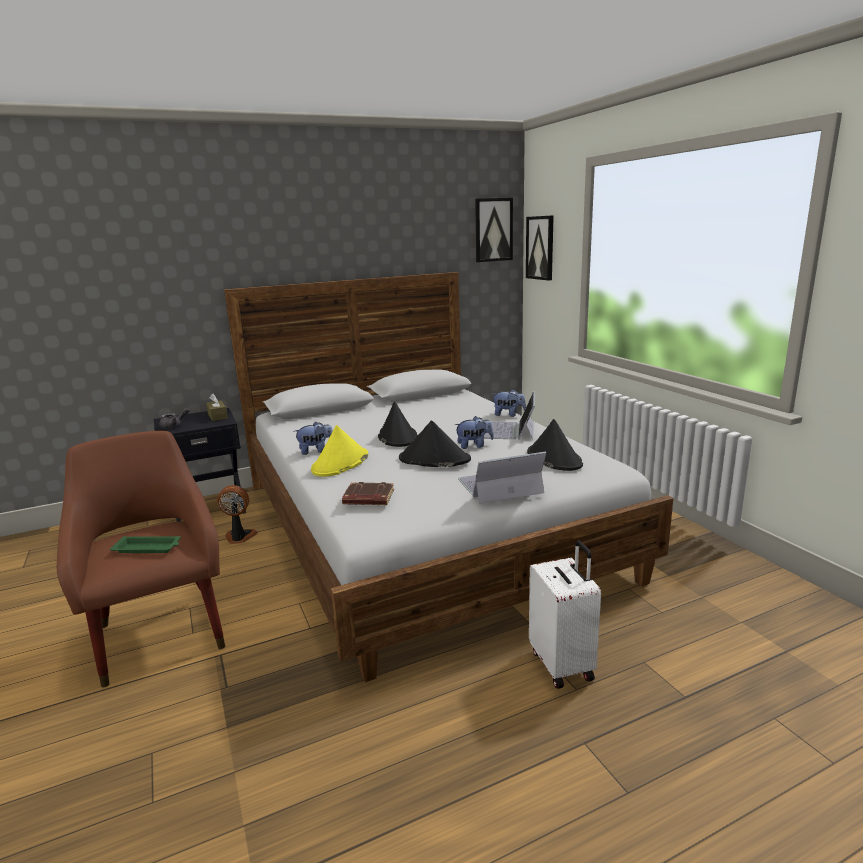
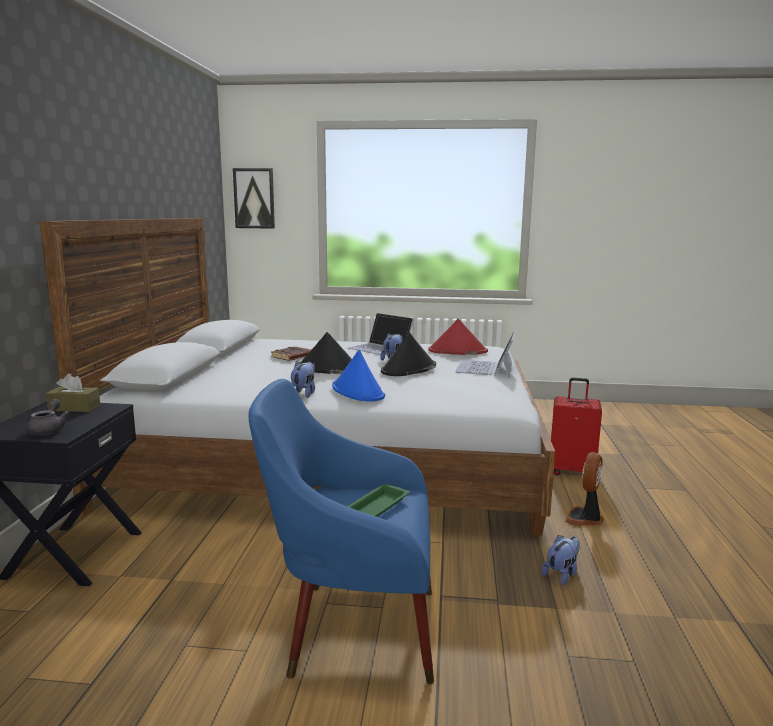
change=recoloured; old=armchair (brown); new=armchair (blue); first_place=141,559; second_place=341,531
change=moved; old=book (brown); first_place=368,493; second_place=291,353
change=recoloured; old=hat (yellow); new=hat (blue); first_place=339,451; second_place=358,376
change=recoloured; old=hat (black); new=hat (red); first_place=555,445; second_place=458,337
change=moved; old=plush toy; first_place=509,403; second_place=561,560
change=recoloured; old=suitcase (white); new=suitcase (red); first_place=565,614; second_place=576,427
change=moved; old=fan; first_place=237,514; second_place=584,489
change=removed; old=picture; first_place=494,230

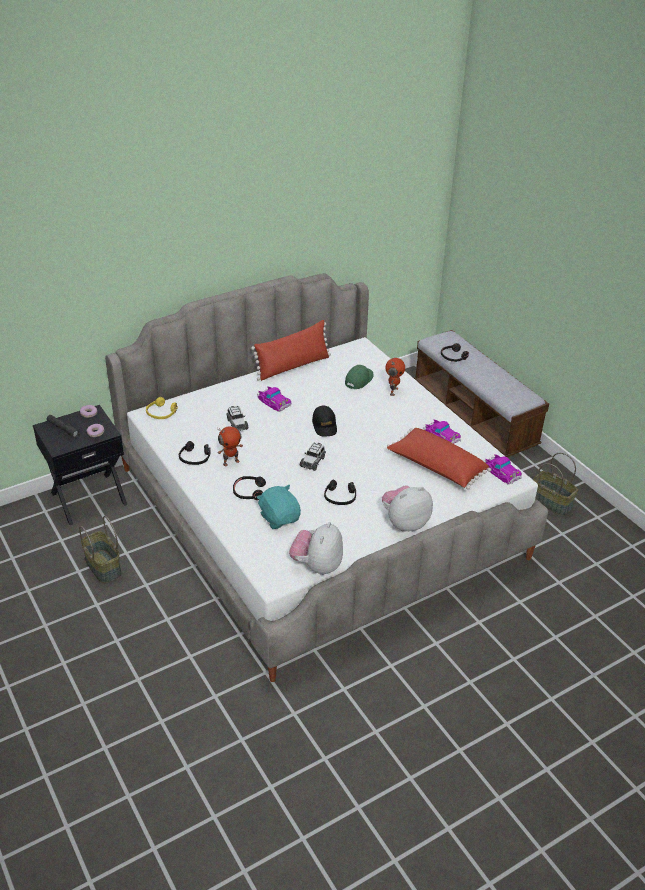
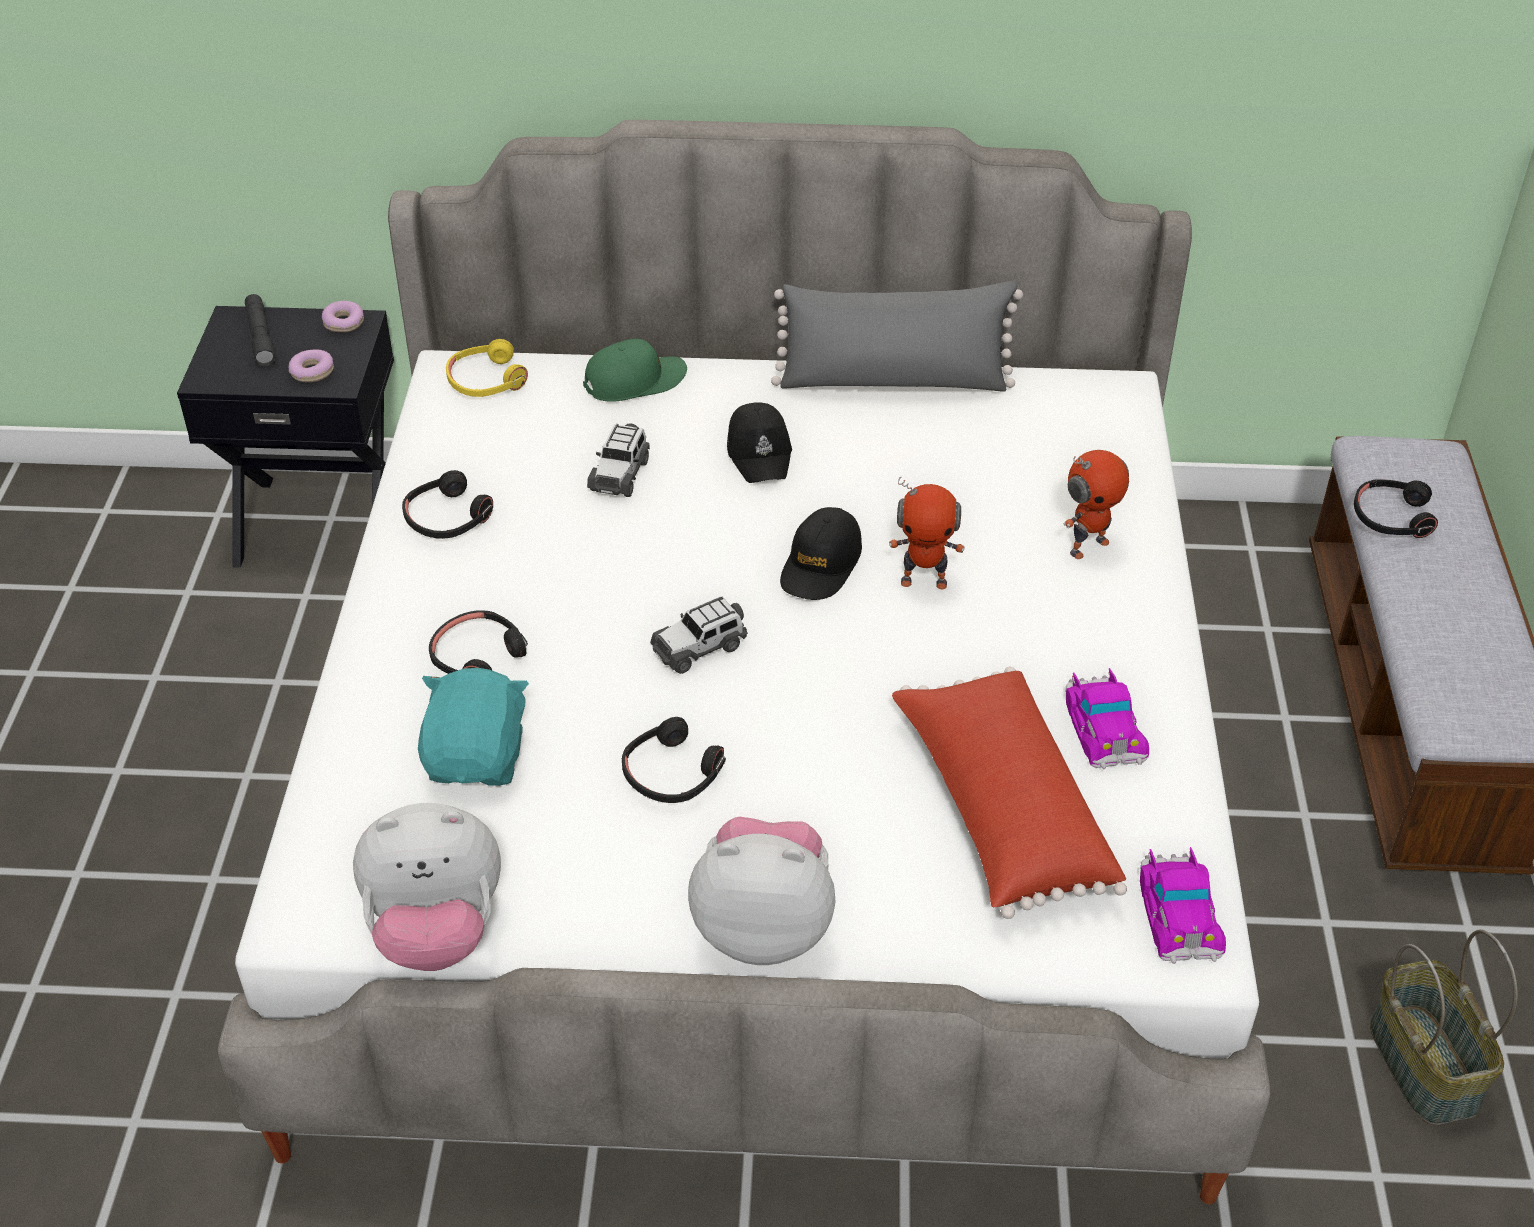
change=turned; old=plush toy; first_place=316,548; second_place=427,887; degrees=-150
change=moved; old=cap (green); first_place=359,377; second_place=635,370
change=replaced; old=toy car; new=cap (black); first_place=274,399; second_place=759,443
change=recoloured; old=pillow (red); new=pillow (grey); first_place=291,350; second_place=897,336
change=moved; old=toy robot; first_place=230,446; second_place=927,533
change=removed; old=basket; first_place=100,549

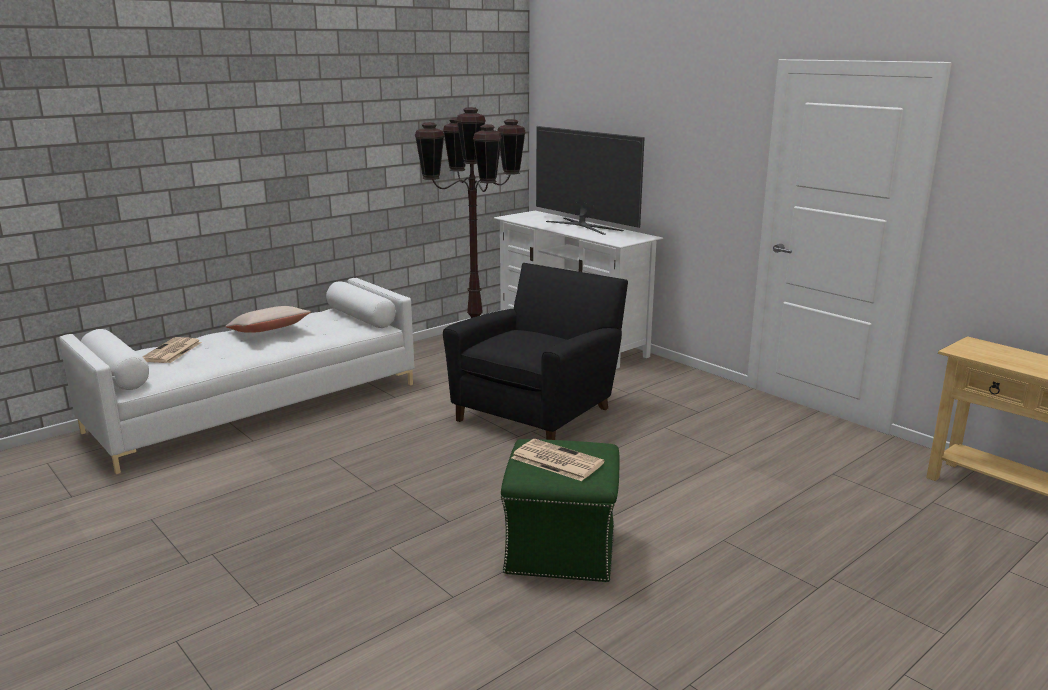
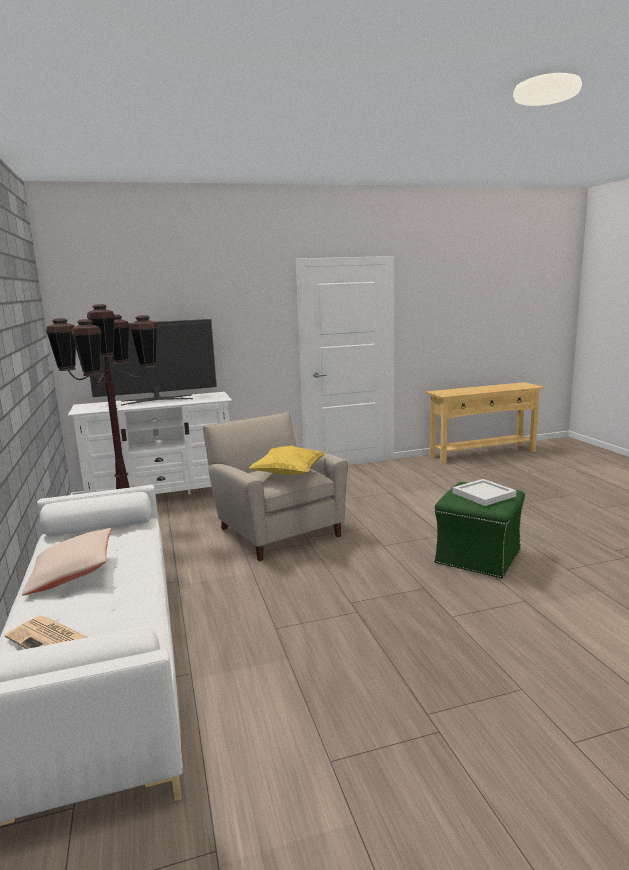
change=recoloured; old=armchair (black); new=armchair (beige); first_place=535,351; second_place=275,486
change=added; new=pillow (yellow); second_place=287,460
change=replaced; old=newspaper; new=tray (white); first_place=558,460; second_place=484,492

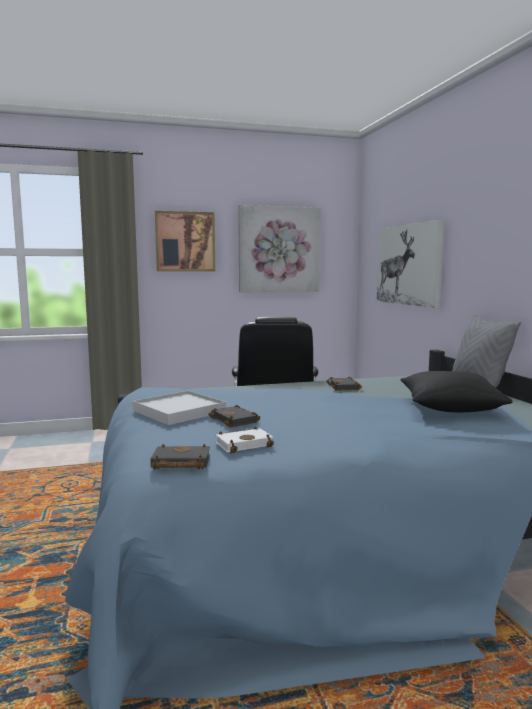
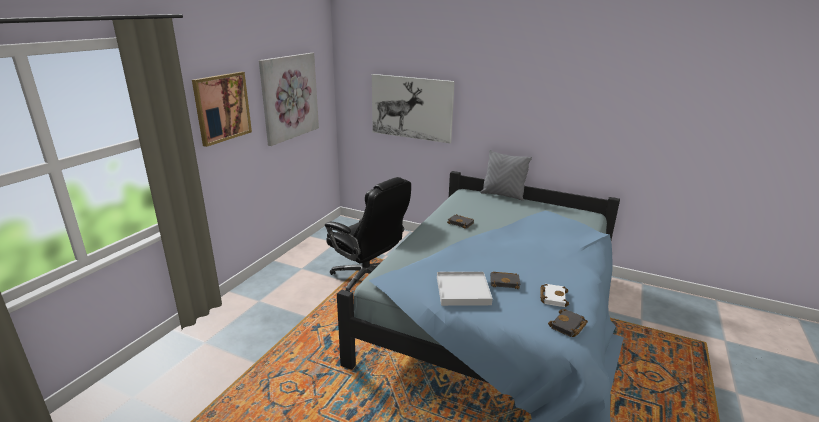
change=removed; old=pillow (black); first_place=456,391

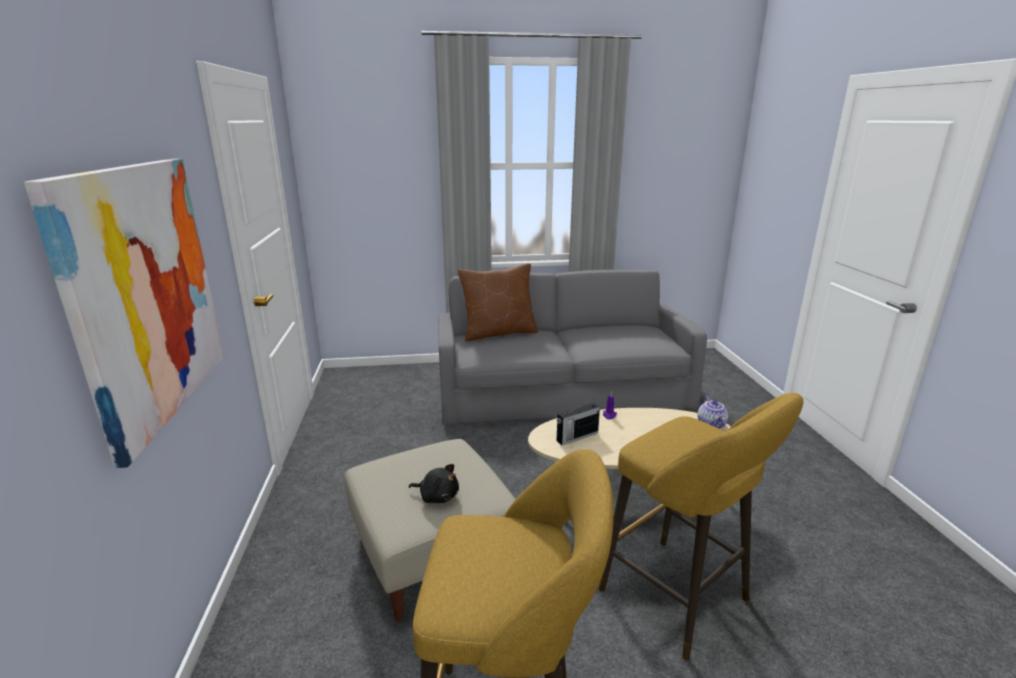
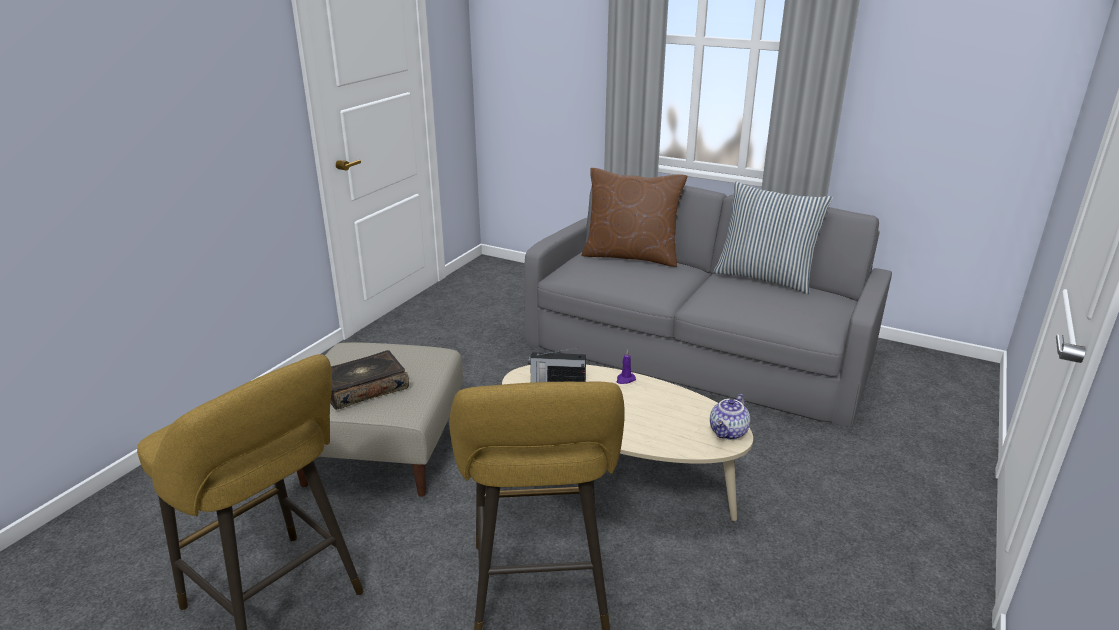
change=replaced; old=plush toy (black); new=book; first_place=434,483; second_place=369,380
change=added; new=pillow; second_place=773,238
change=removed; old=picture; first_place=124,313

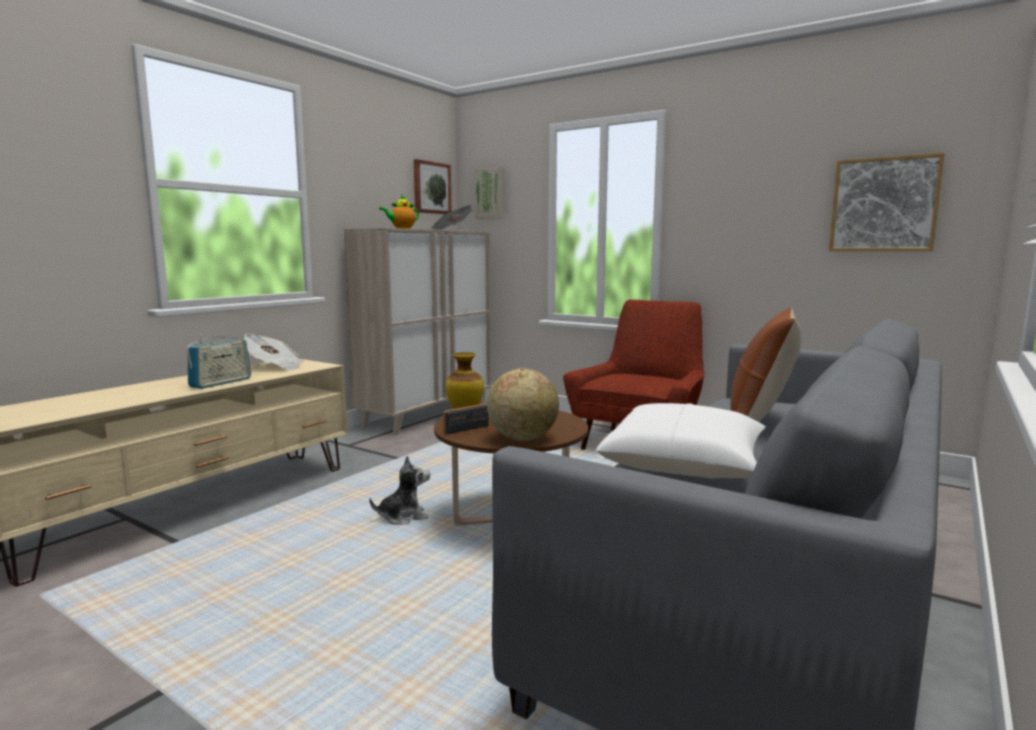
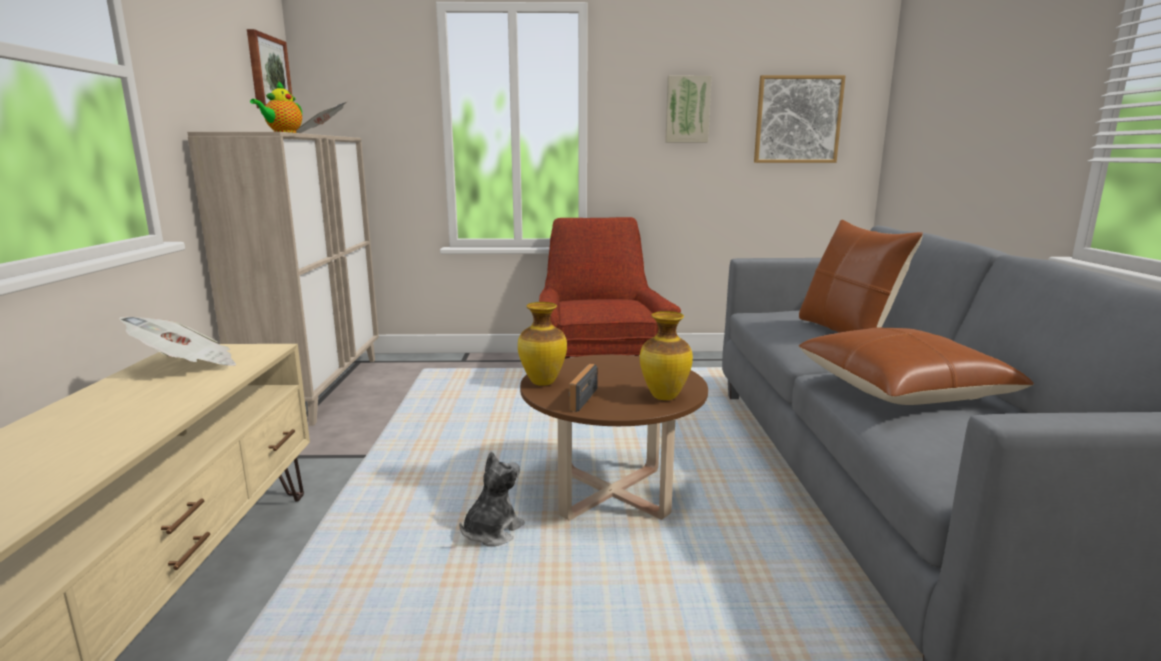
change=replaced; old=globe; new=vase; first_place=523,404; second_place=666,355
change=moved; old=picture; first_place=489,193; second_place=688,109
change=recoloured; old=pillow (white); new=pillow (brown); first_place=681,441; second_place=916,366
change=removed; old=radio; first_place=219,362

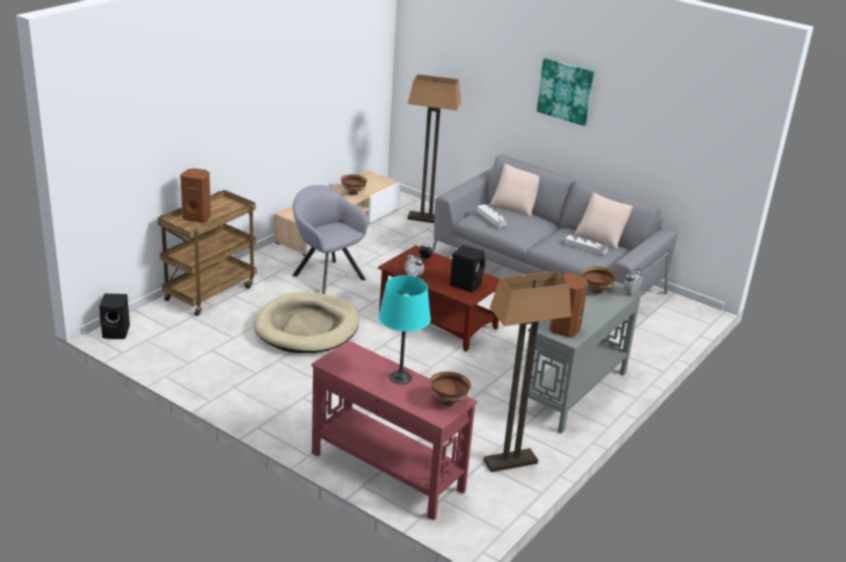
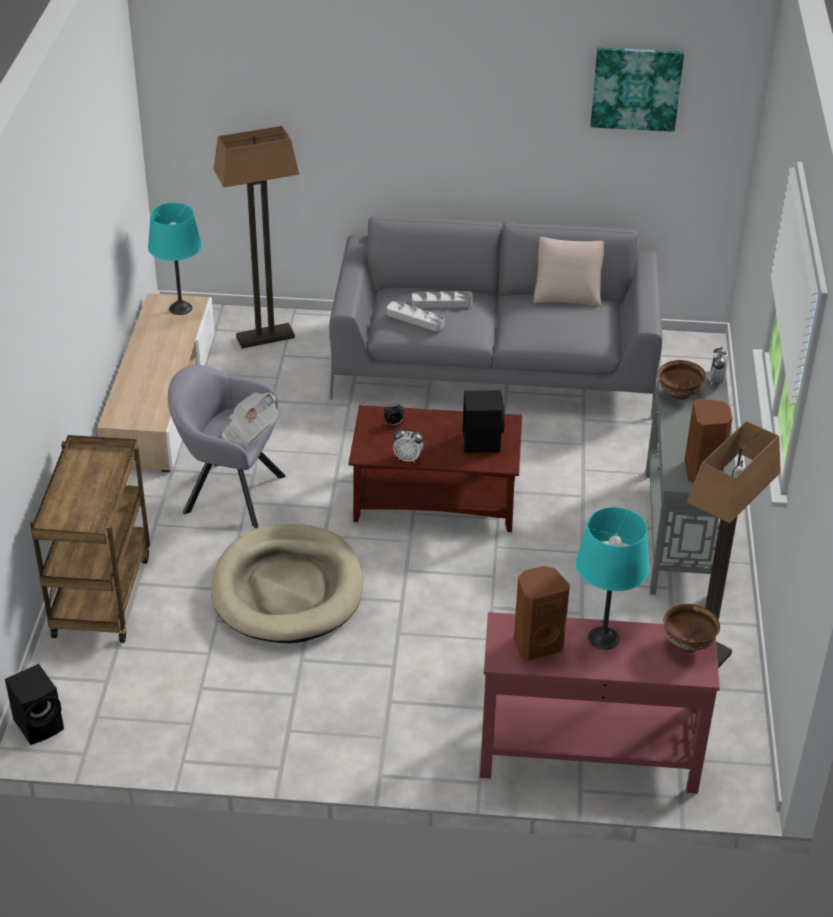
change=added; new=table lamp (turquoise); second_place=175,259
change=added; new=newspaper; second_place=250,419
change=moved; old=tray (grey); first_place=586,245; second_place=442,299
change=moved; old=speaker (brown); first_place=195,195; second_place=542,613
change=moved; old=picture; first_place=565,92; second_place=637,89
change=removed; old=bowl (brown); first_place=354,184
change=removed; old=pillow (beige); first_place=514,190

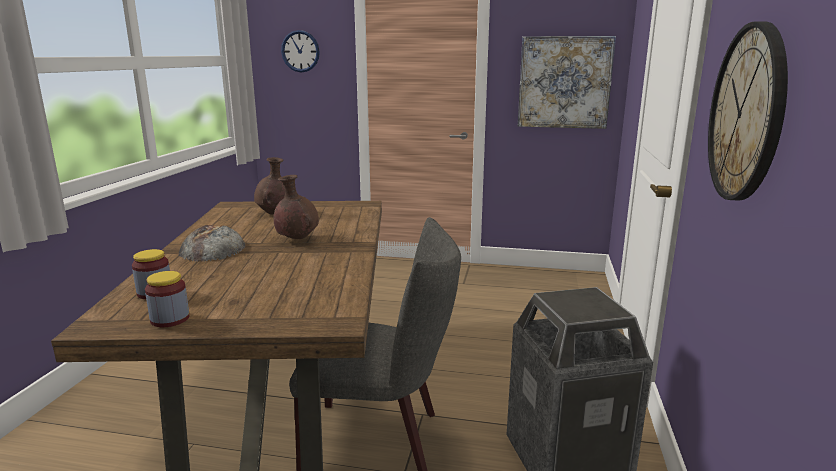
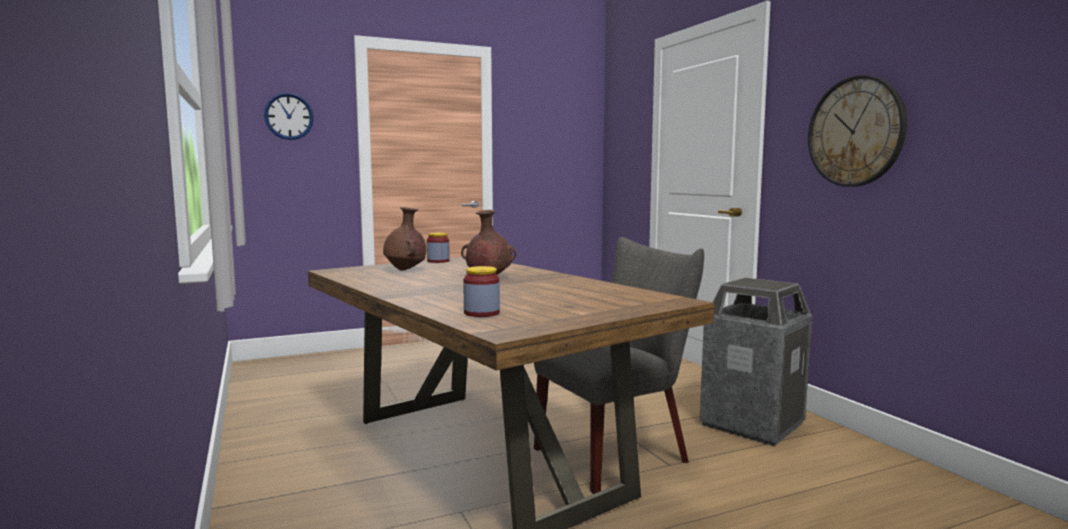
change=moved; old=jar; first_place=167,299; second_place=438,247
change=removed; old=bread; first_place=212,243
change=removed; old=picture; first_place=567,82

